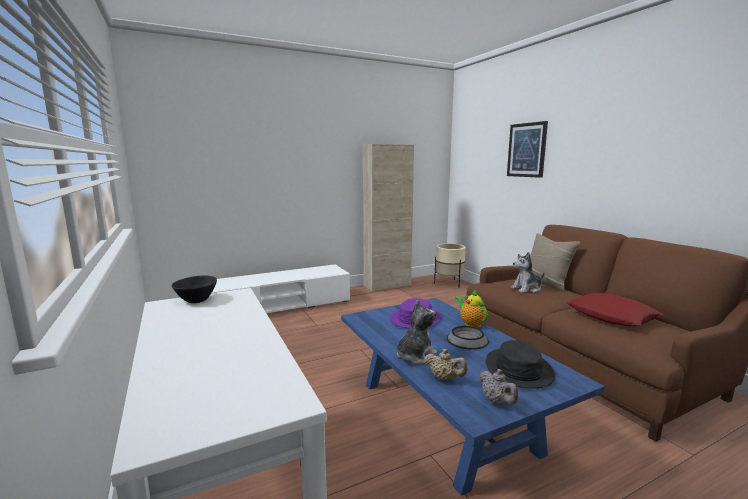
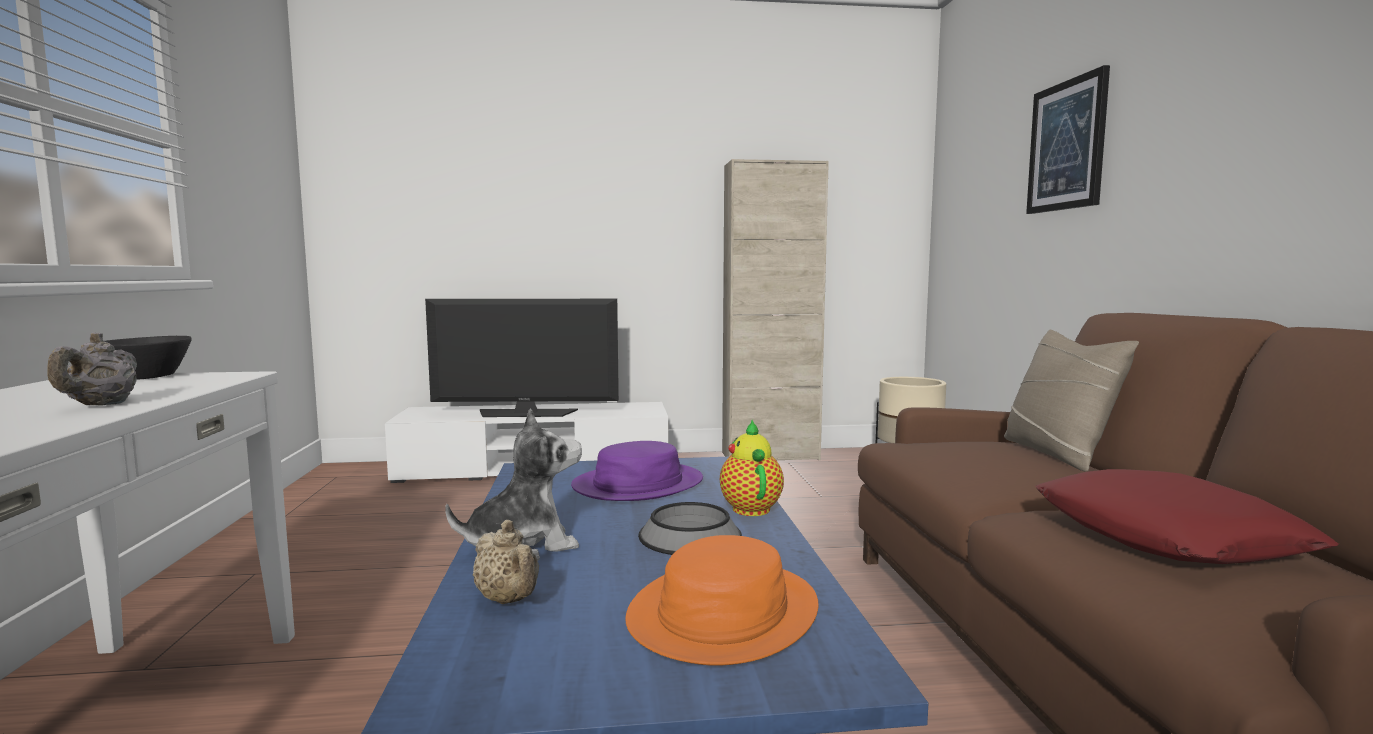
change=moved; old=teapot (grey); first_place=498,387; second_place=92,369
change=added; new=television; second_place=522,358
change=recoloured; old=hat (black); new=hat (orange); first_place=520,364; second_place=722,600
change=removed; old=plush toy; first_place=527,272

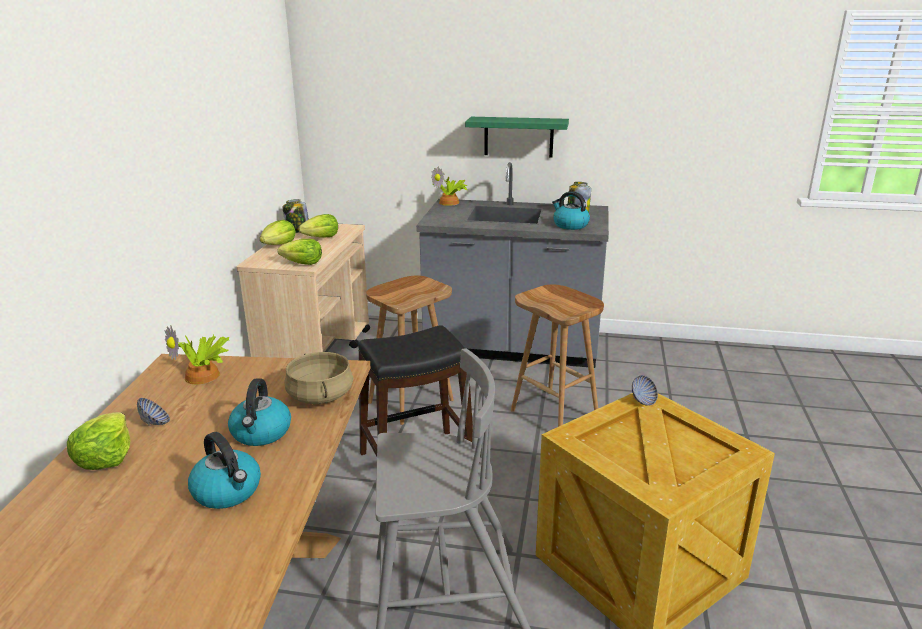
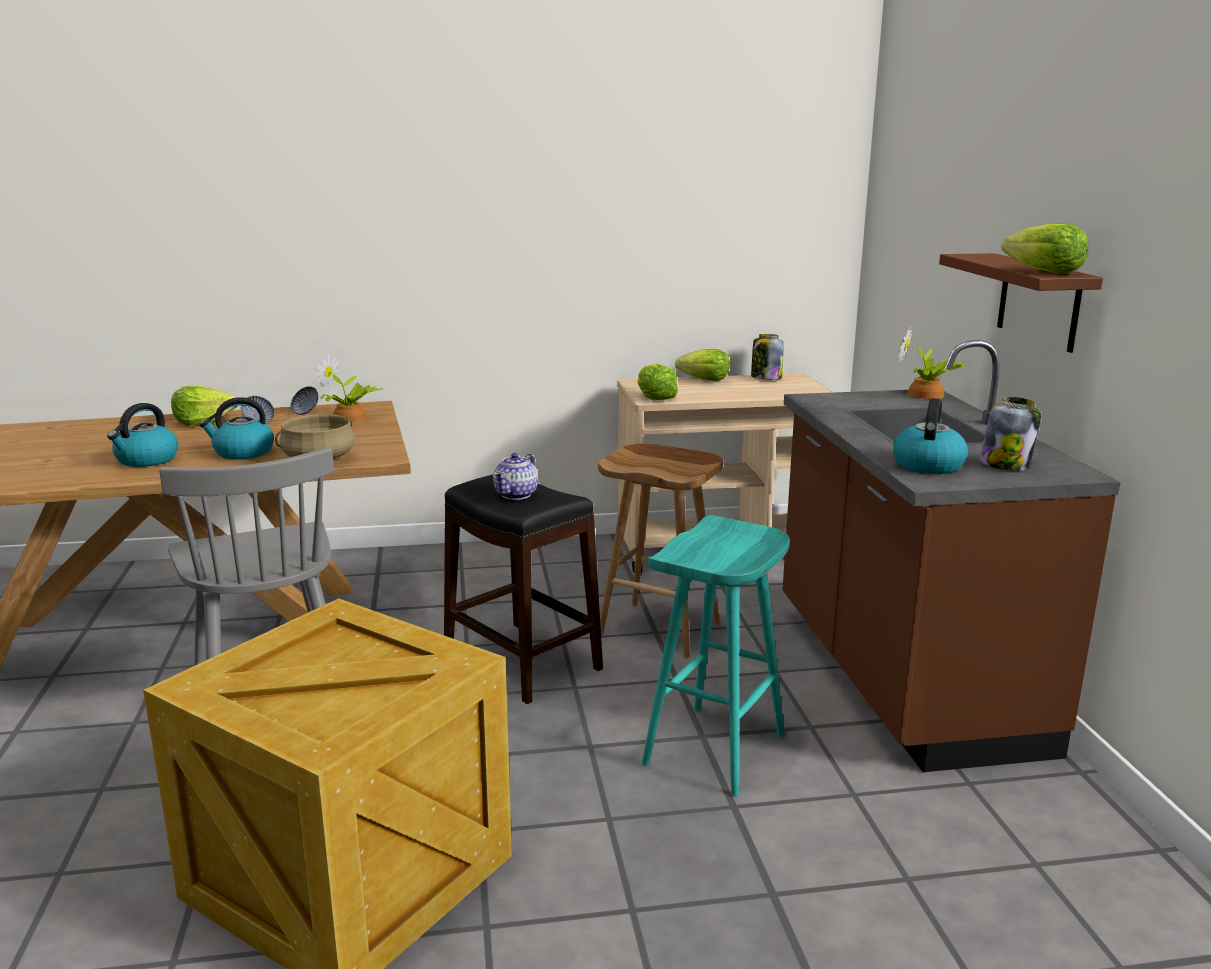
change=moved; old=bowl; first_place=645,390; second_place=304,400
change=added; new=teapot; second_place=515,476
change=recoloured; old=stool (brown); new=stool (turquoise); first_place=557,356; second_place=716,656
change=recoloured; old=counter (grey); new=counter (brown); first_place=512,265; second_place=951,556
change=recoloured; old=shelf (green); new=shelf (brown); first_place=517,137; second_place=1021,303
change=moved; old=lettuce; first_place=318,226; second_place=1044,249

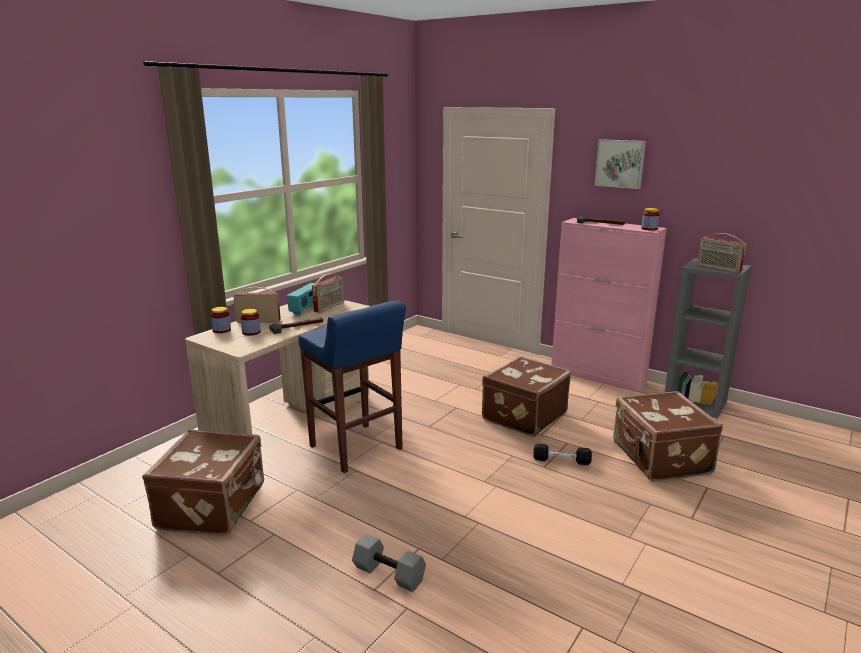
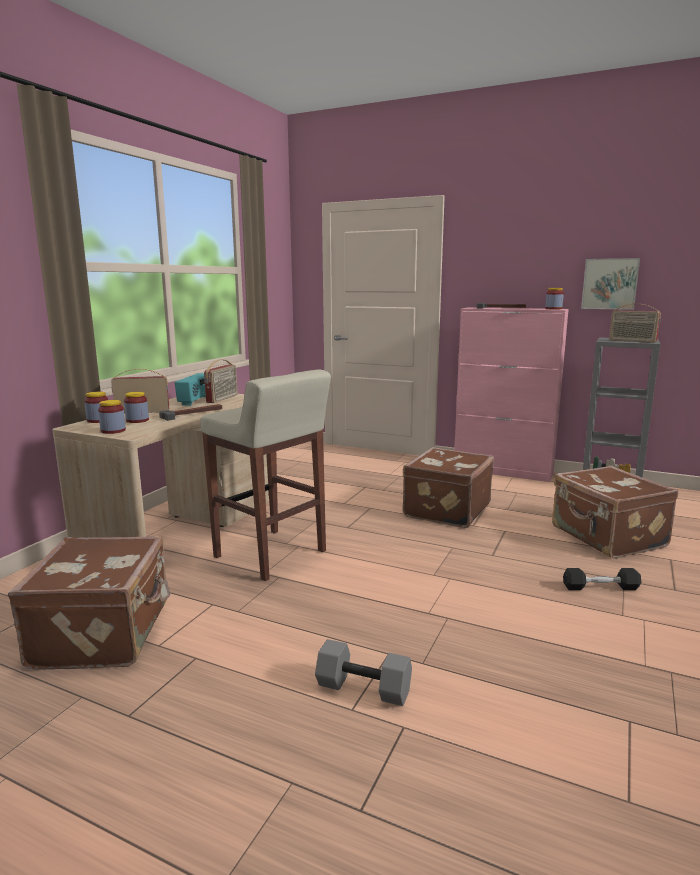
change=added; new=jar; second_place=112,417
change=recoloured; old=stool (blue); new=stool (beige); first_place=352,386; second_place=265,475
change=moved; old=dumbbell (black); first_place=562,454; second_place=602,579
change=moved; old=picture; first_place=620,164; second_place=610,284

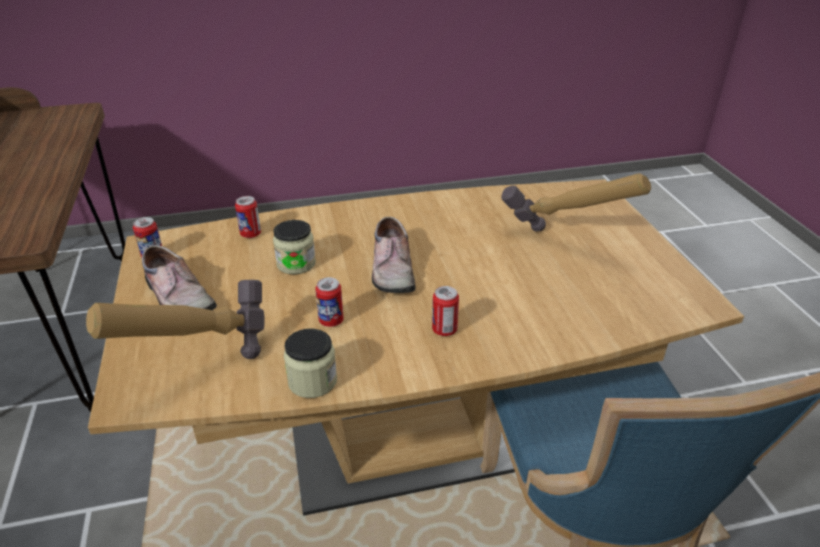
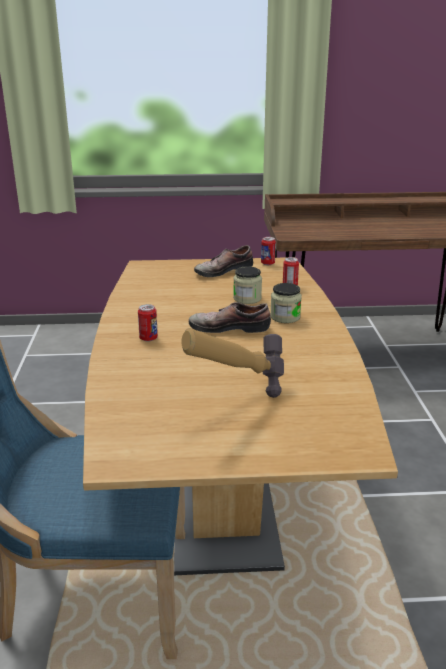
change=moved; old=jar; first_place=310,363; second_place=286,303
change=removed; old=hammer; first_place=175,319
change=removed; old=can; first_place=329,302

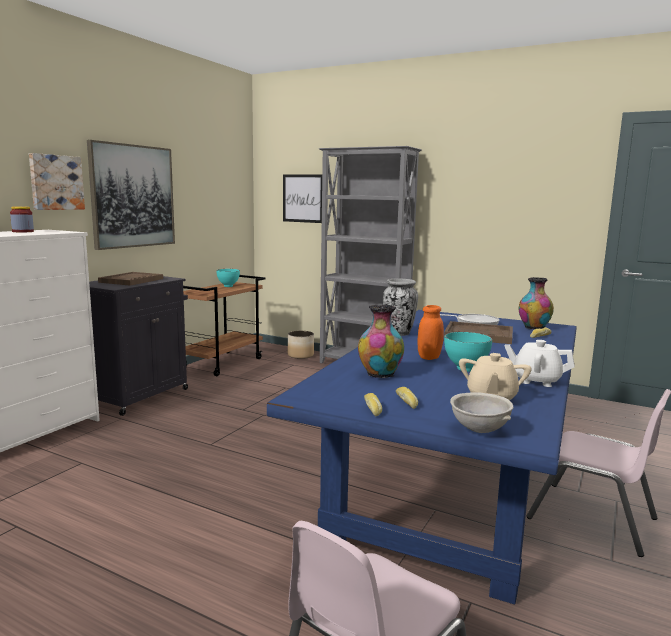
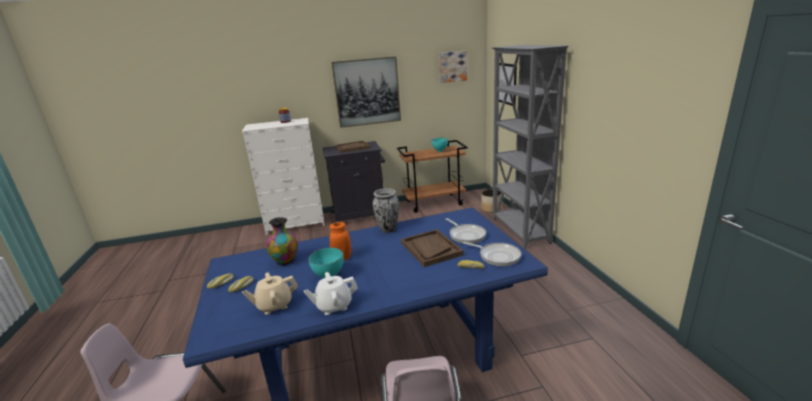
change=turned; old=teapot (white); first_place=540,363; second_place=331,293; degrees=-90
change=moved; old=picture; first_place=57,181; second_place=453,67
change=replaced; old=vase; new=frying pan; first_place=536,303; second_place=491,254
change=removed; old=bowl (grey); first_place=482,412

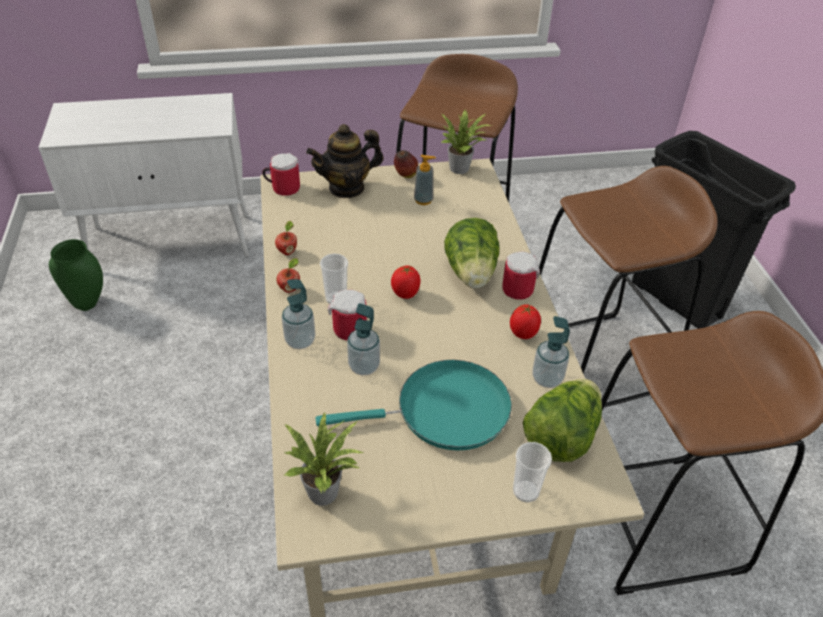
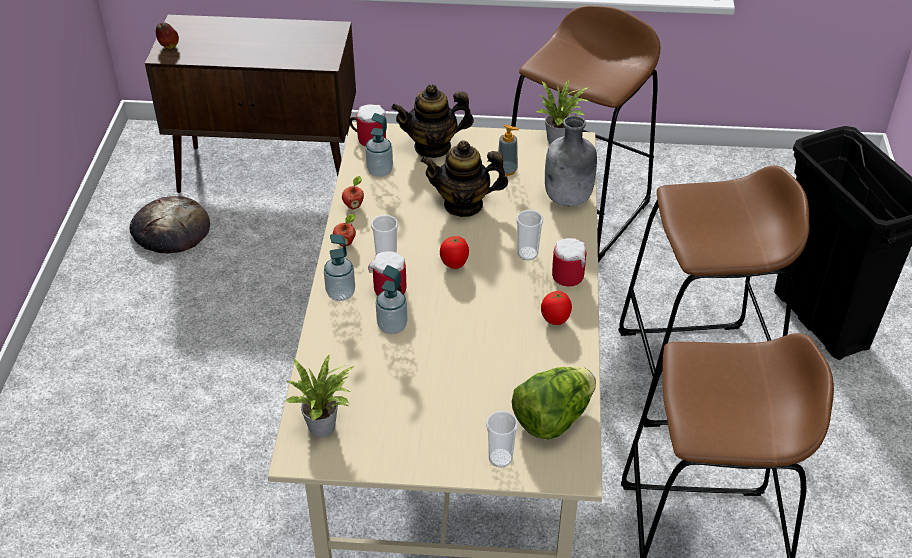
change=replaced; old=vase (green); new=bread; first_place=76,275; second_place=170,225
change=recoloured; old=cabinet (white); new=cabinet (brown); first_place=143,175; second_place=250,104
change=moved; old=apple; first_place=406,164; second_place=167,35
change=moved; old=soap dispenser; first_place=551,352; second_place=379,145
change=added; new=teapot; second_place=464,178
change=replaced; old=lettuce; new=cup; first_place=471,253; second_place=529,235
change=added; new=bottle (grey); second_place=571,160
change=removed; old=frying pan (turquoise); first_place=414,405

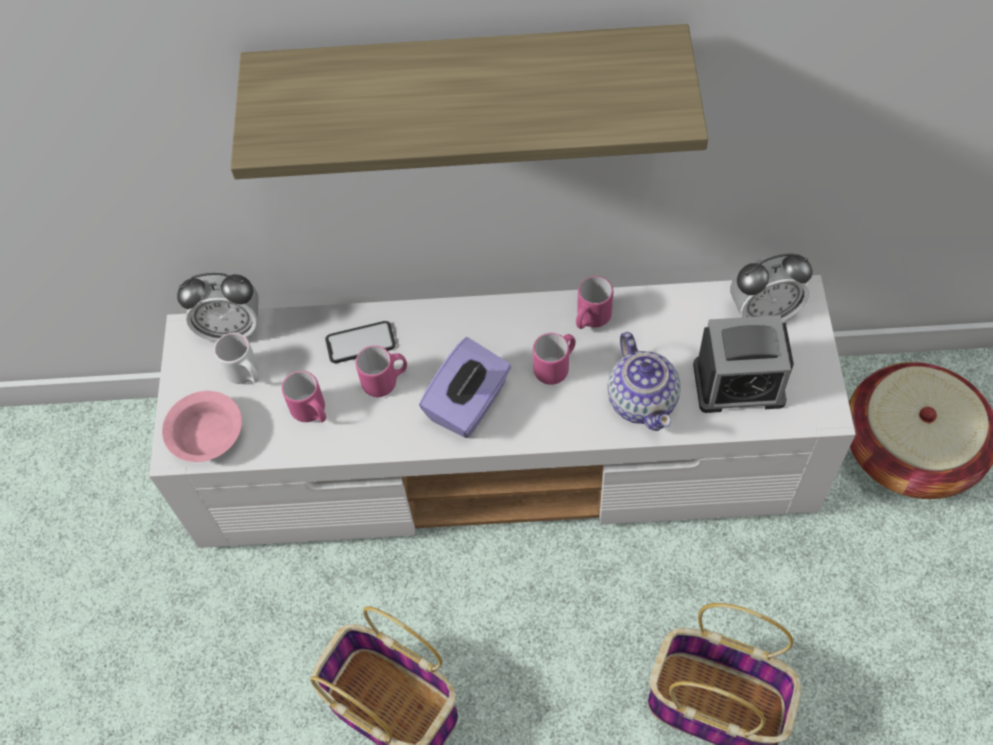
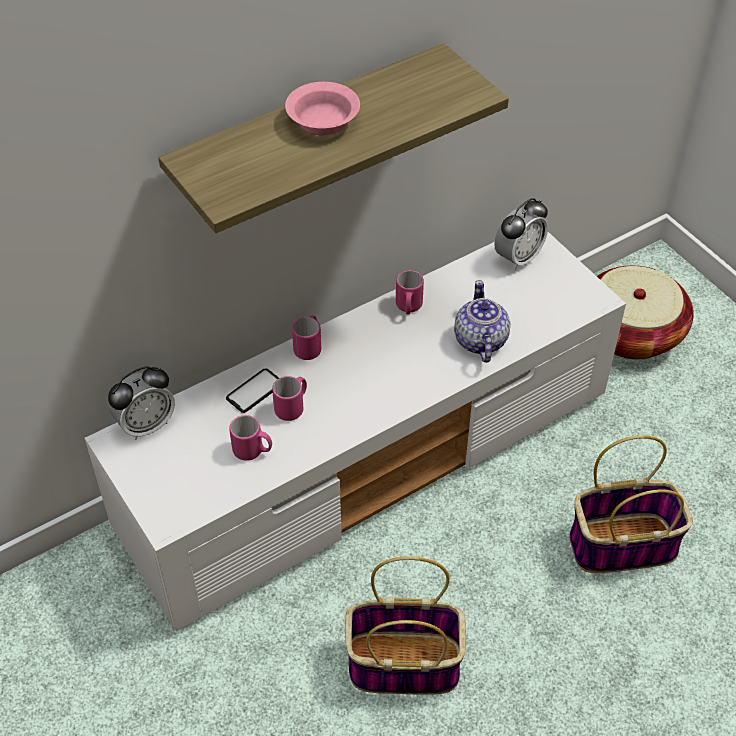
change=moved; old=bowl (pink); first_place=202,426; second_place=322,108
change=moved; old=mug (pink); first_place=554,359; second_place=306,337
change=turned; old=teapot; first_place=644,381; second_place=482,321; degrees=-135
change=removed; old=mug (white); first_place=236,358
change=removed; old=tissue box (purple); first_place=465,387
change=removed; old=alarm clock; first_place=743,364

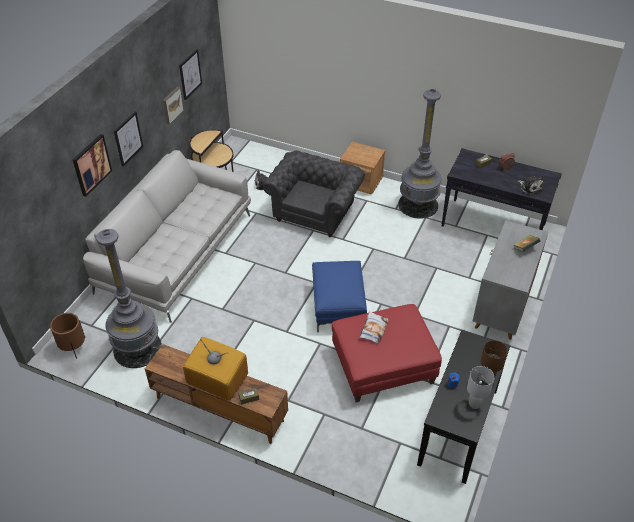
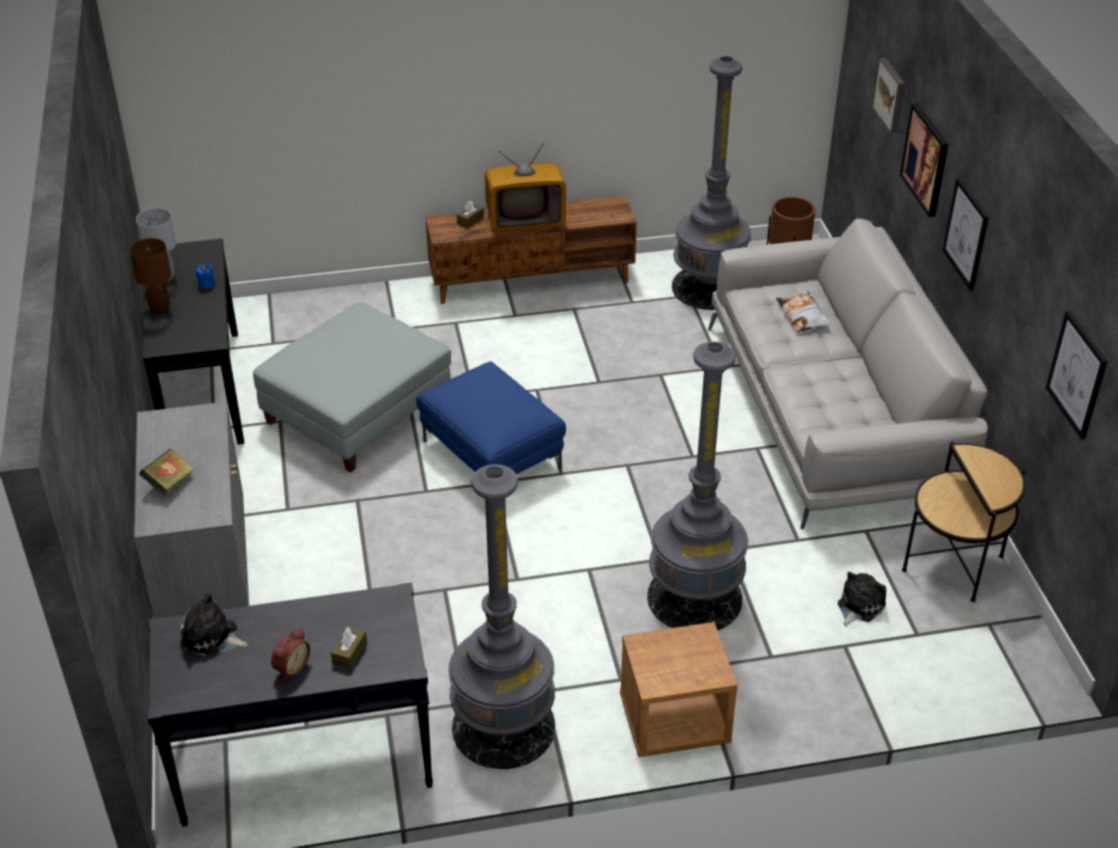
change=recoloured; old=ottoman (red); new=ottoman (grey); first_place=387,353; second_place=352,387
change=replaced; old=armchair (grey); new=floor lamp (grey); first_place=314,193; second_place=697,485
change=moved; old=pillow; first_place=374,327; second_place=803,311
change=moved; old=picture; first_place=173,105; second_place=888,95

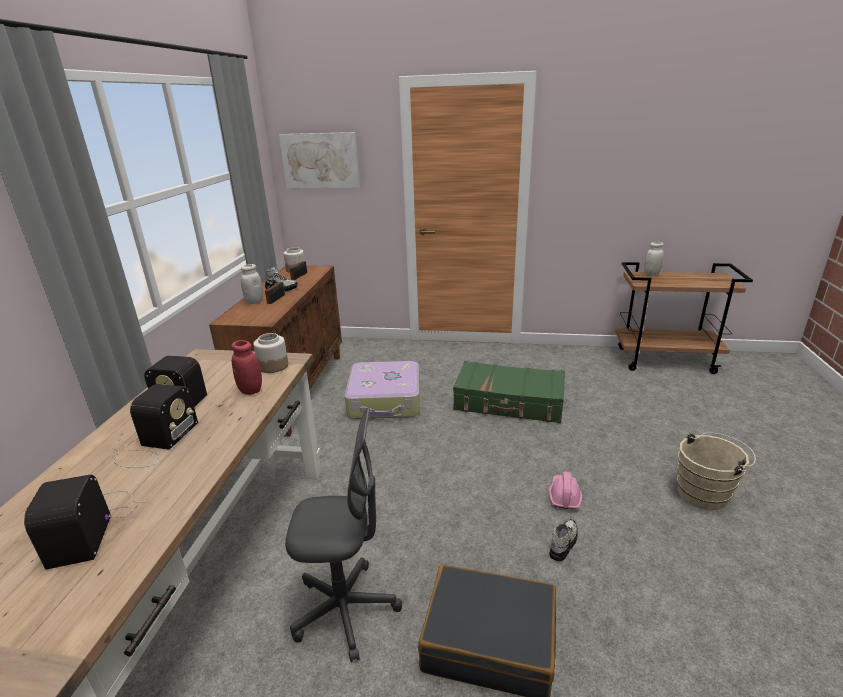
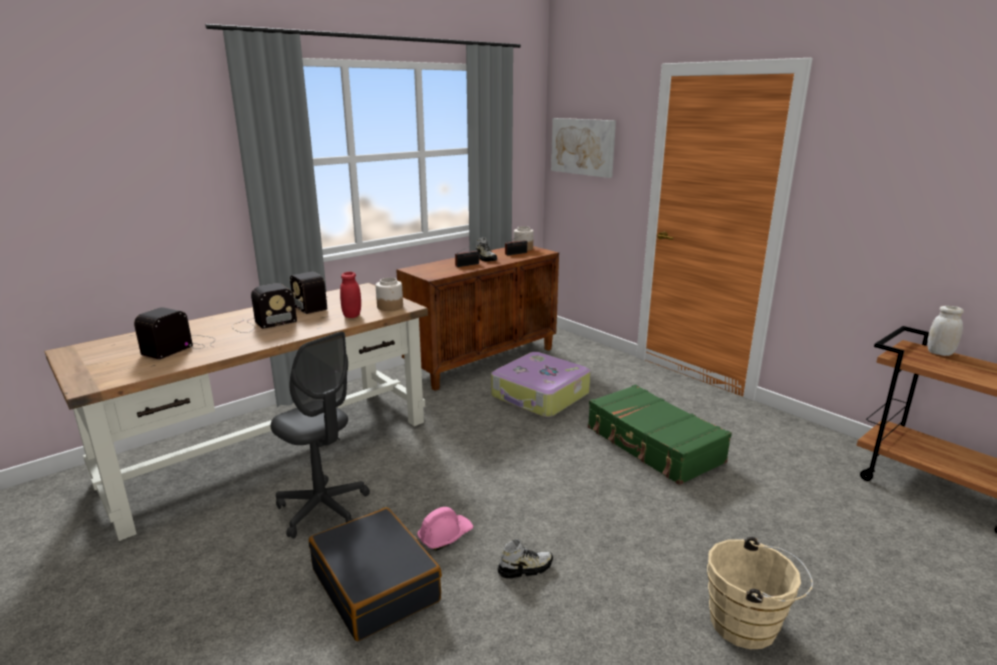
change=moved; old=hard hat (pink); first_place=565,490; second_place=445,529
change=removed; old=jar (white); first_place=252,284

